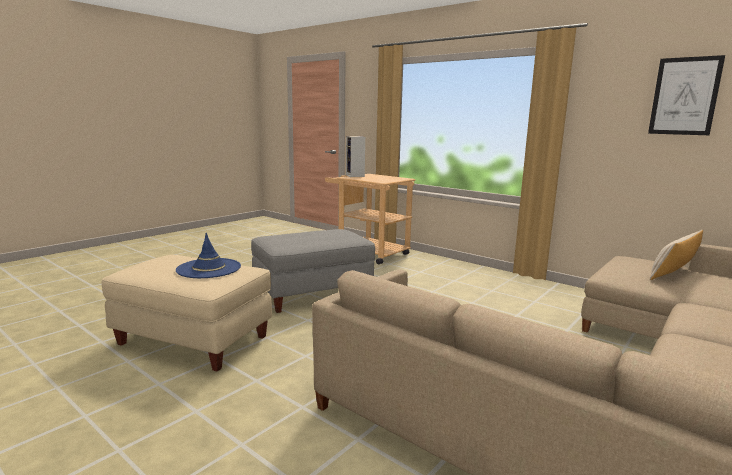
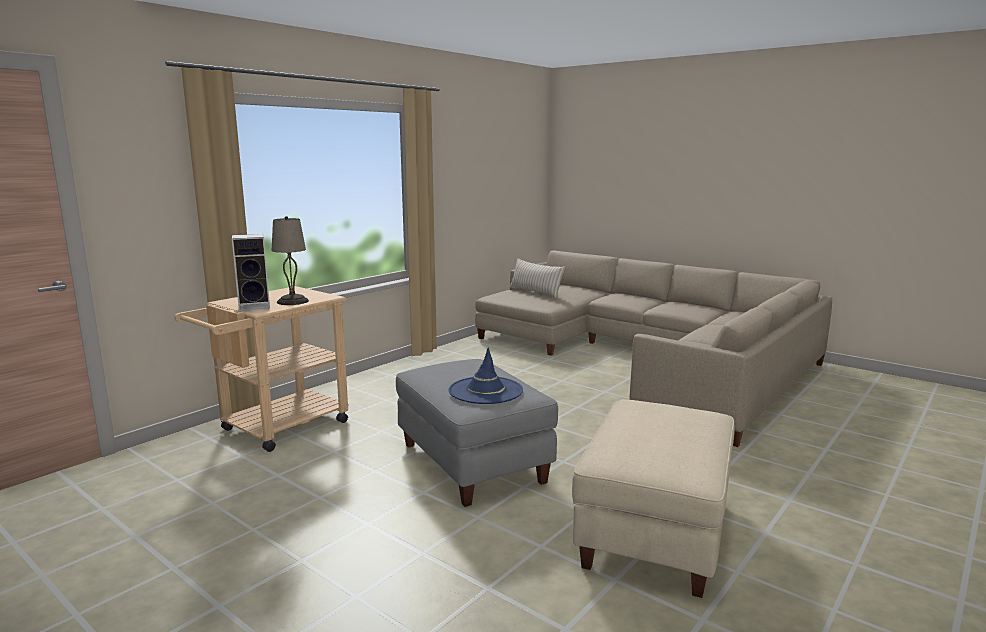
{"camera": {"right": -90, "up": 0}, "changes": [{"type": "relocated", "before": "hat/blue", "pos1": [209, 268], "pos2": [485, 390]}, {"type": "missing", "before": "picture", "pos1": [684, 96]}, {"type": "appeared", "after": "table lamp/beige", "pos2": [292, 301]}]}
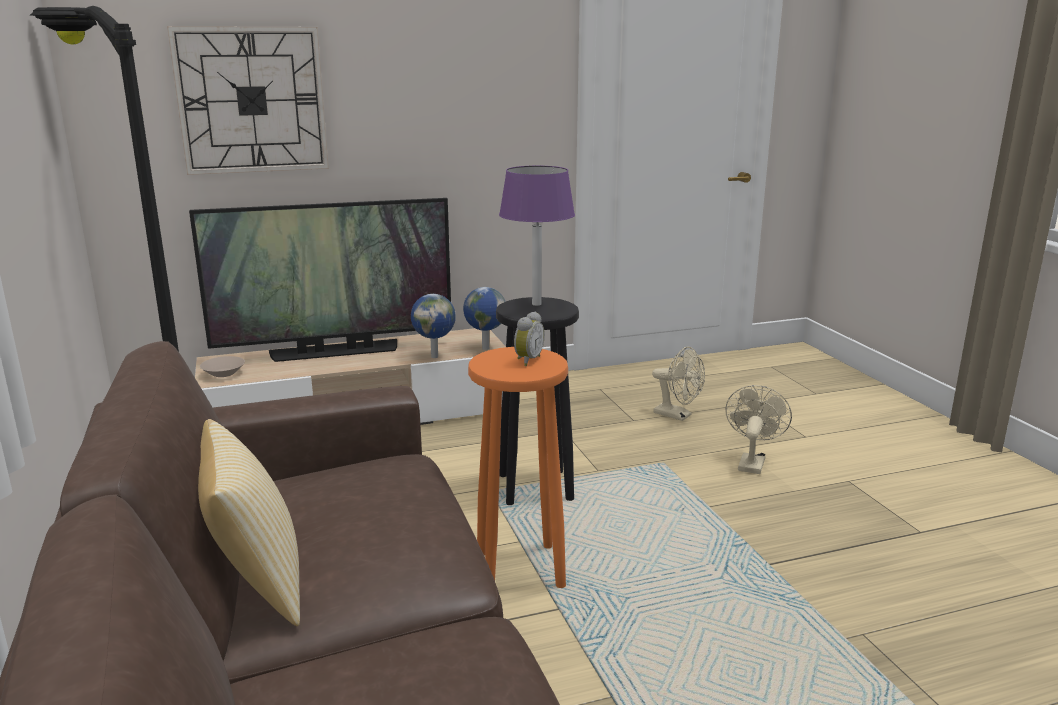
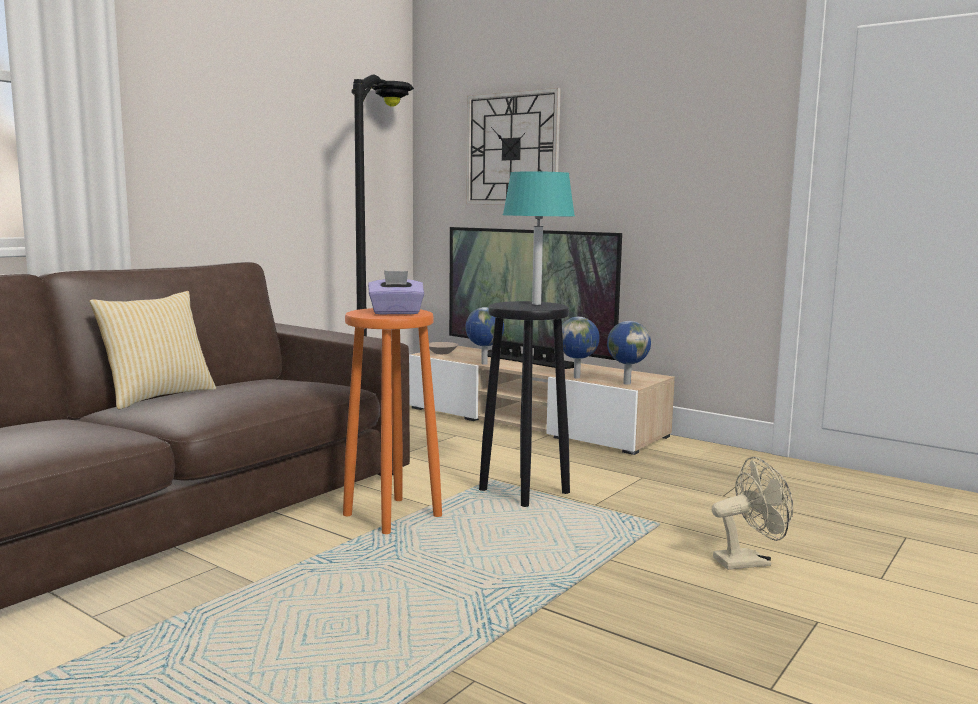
{"camera": {"right": 55, "up": -10}, "changes": [{"type": "colour", "before": "table lamp/purple", "after": "table lamp/turquoise", "pos1": [536, 304], "pos2": [536, 304]}, {"type": "exchanged", "before": "alarm clock", "after": "tissue box/purple", "pos1": [527, 360], "pos2": [396, 313]}, {"type": "missing", "before": "fan/beige", "pos1": [677, 415]}, {"type": "appeared", "after": "globe", "pos2": [483, 364]}]}
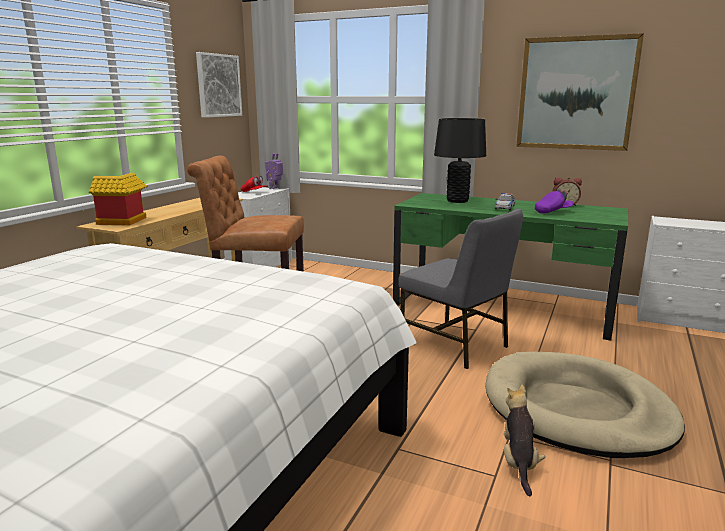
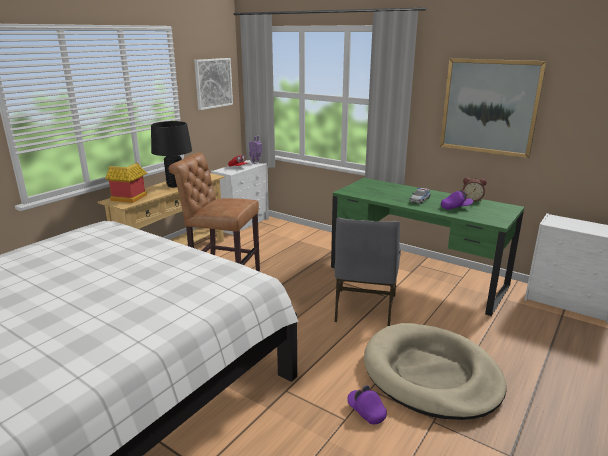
{"camera": {"right": 10, "up": 5}, "changes": [{"type": "spun", "before": "chair/grey", "pos1": [455, 345], "pos2": [364, 308], "turn": 45}, {"type": "relocated", "before": "table lamp/black", "pos1": [457, 201], "pos2": [175, 185]}, {"type": "exchanged", "before": "plush toy", "after": "cap/purple", "pos1": [518, 462], "pos2": [366, 412]}]}
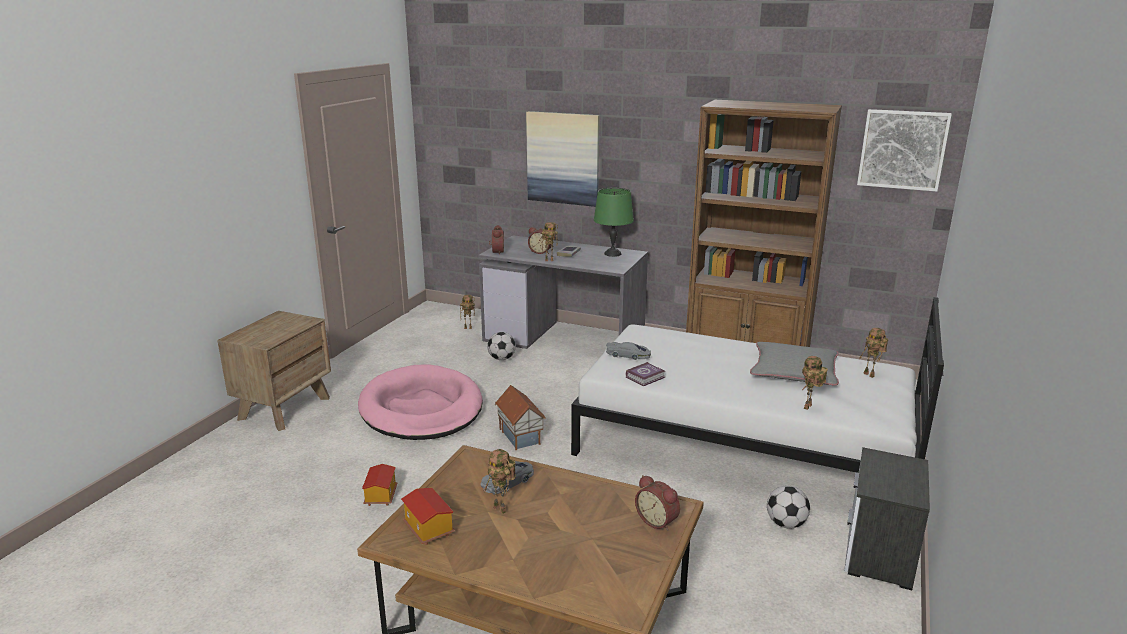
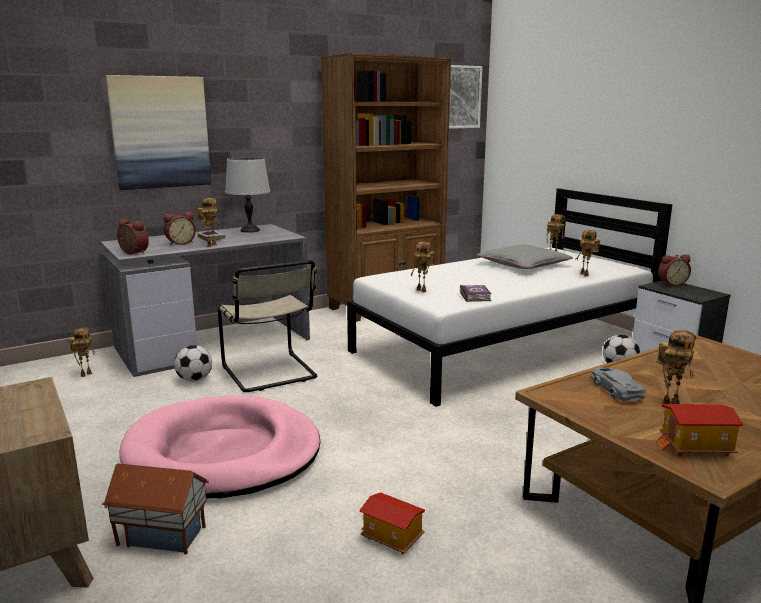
{"camera": {"right": -55, "up": -5}, "changes": [{"type": "relocated", "before": "toy house", "pos1": [521, 435], "pos2": [162, 533]}, {"type": "colour", "before": "table lamp/green", "after": "table lamp/grey", "pos1": [613, 254], "pos2": [250, 230]}, {"type": "exchanged", "before": "toy car/grey", "after": "toy robot", "pos1": [628, 355], "pos2": [423, 291]}, {"type": "relocated", "before": "alarm clock", "pos1": [658, 521], "pos2": [671, 283]}, {"type": "appeared", "after": "chair/beige", "pos2": [270, 373]}]}
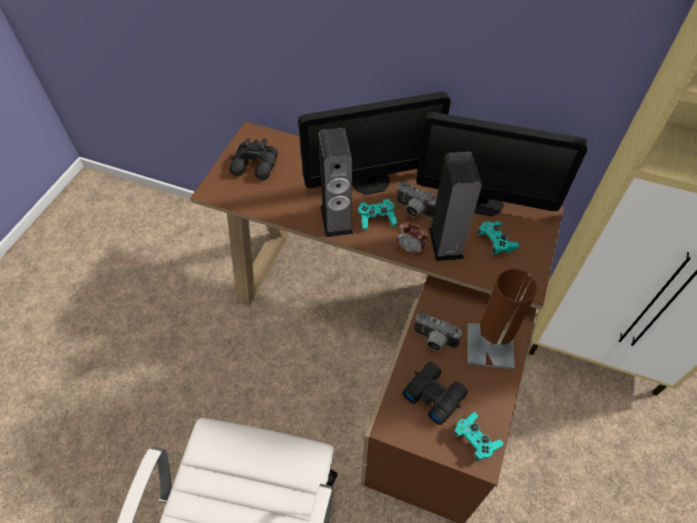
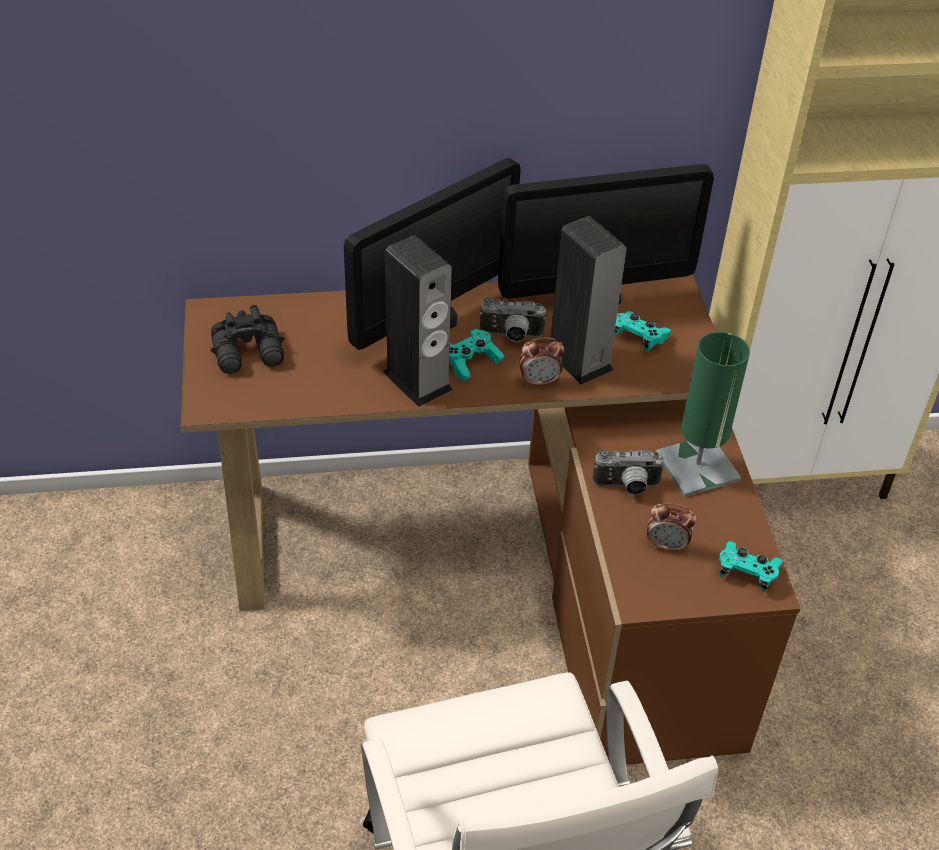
{"camera": {"right": -30, "up": -10}, "changes": [{"type": "exchanged", "before": "binoculars/black", "after": "alarm clock", "pos1": [433, 394], "pos2": [666, 545]}, {"type": "colour", "before": "table lamp/brown", "after": "table lamp/green", "pos1": [489, 346], "pos2": [697, 467]}]}
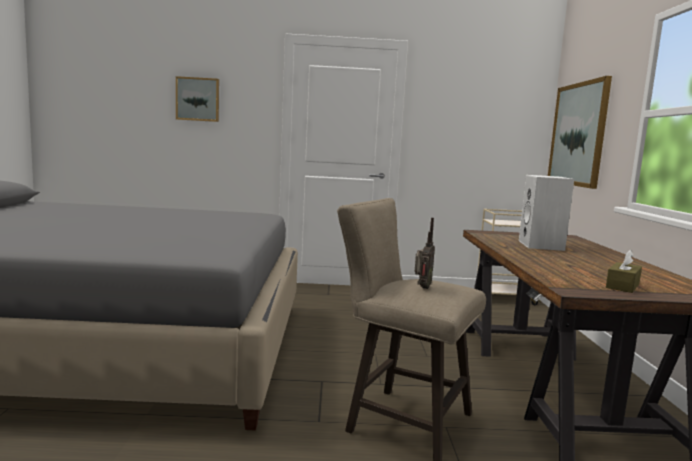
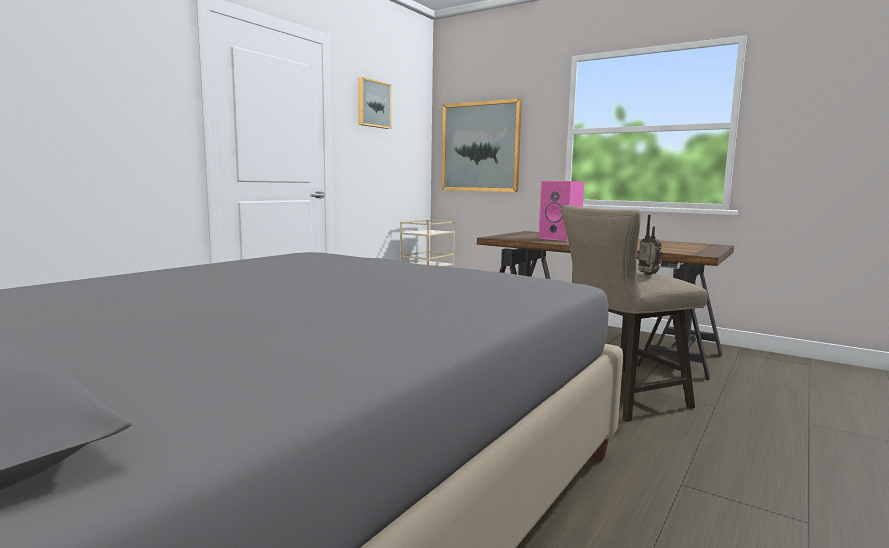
{"camera": {"right": -55, "up": 0}, "changes": [{"type": "relocated", "before": "picture", "pos1": [198, 99], "pos2": [373, 104]}, {"type": "colour", "before": "speaker/white", "after": "speaker/pink", "pos1": [542, 246], "pos2": [561, 238]}, {"type": "missing", "before": "tissue box/brown", "pos1": [622, 286]}]}
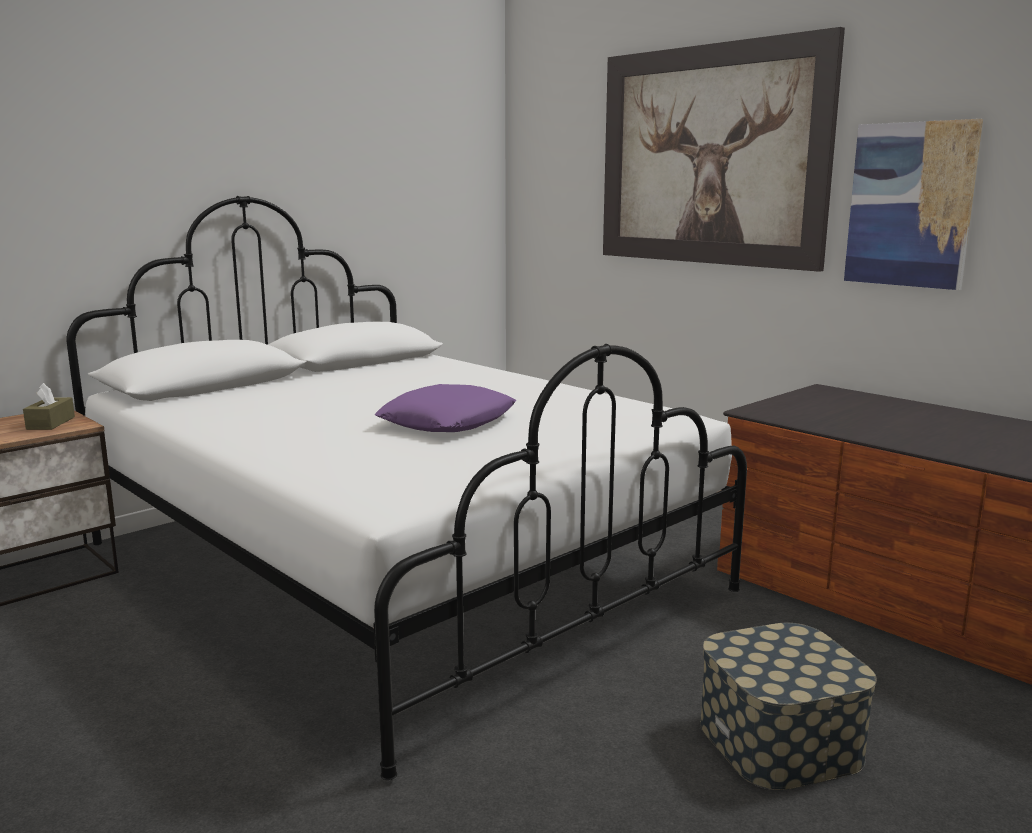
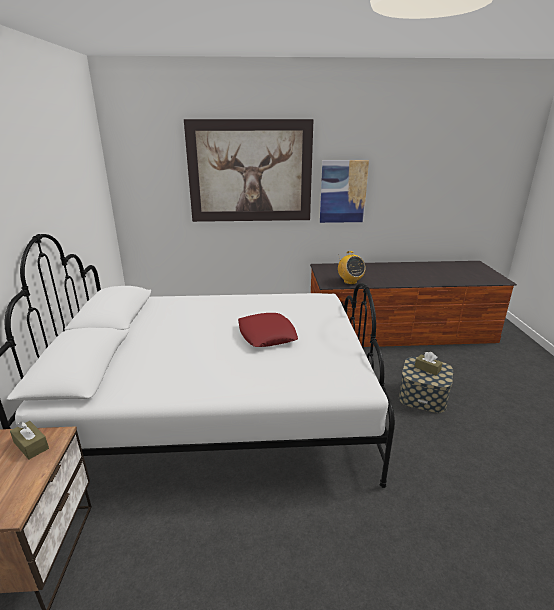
{"camera": {"right": -50, "up": 10}, "changes": [{"type": "colour", "before": "pillow/purple", "after": "pillow/red", "pos1": [448, 421], "pos2": [266, 335]}, {"type": "appeared", "after": "radio", "pos2": [350, 281]}, {"type": "appeared", "after": "tissue box/brown", "pos2": [427, 368]}]}
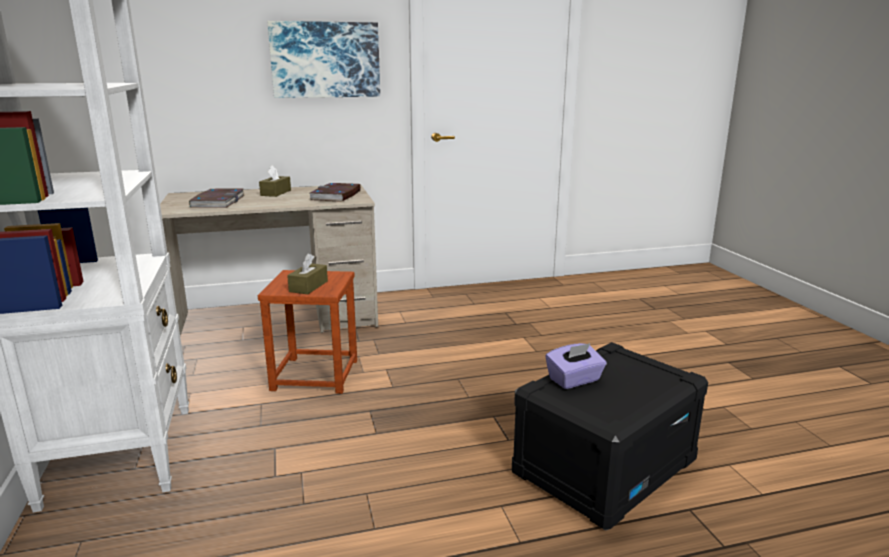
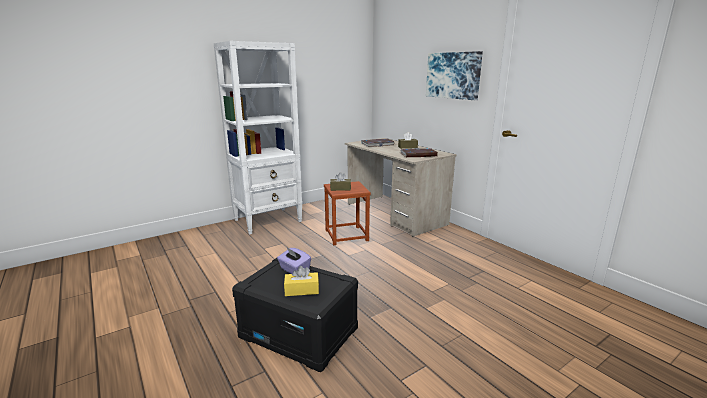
{"camera": {"right": 70, "up": 0}, "changes": [{"type": "appeared", "after": "tissue box/yellow", "pos2": [302, 290]}]}
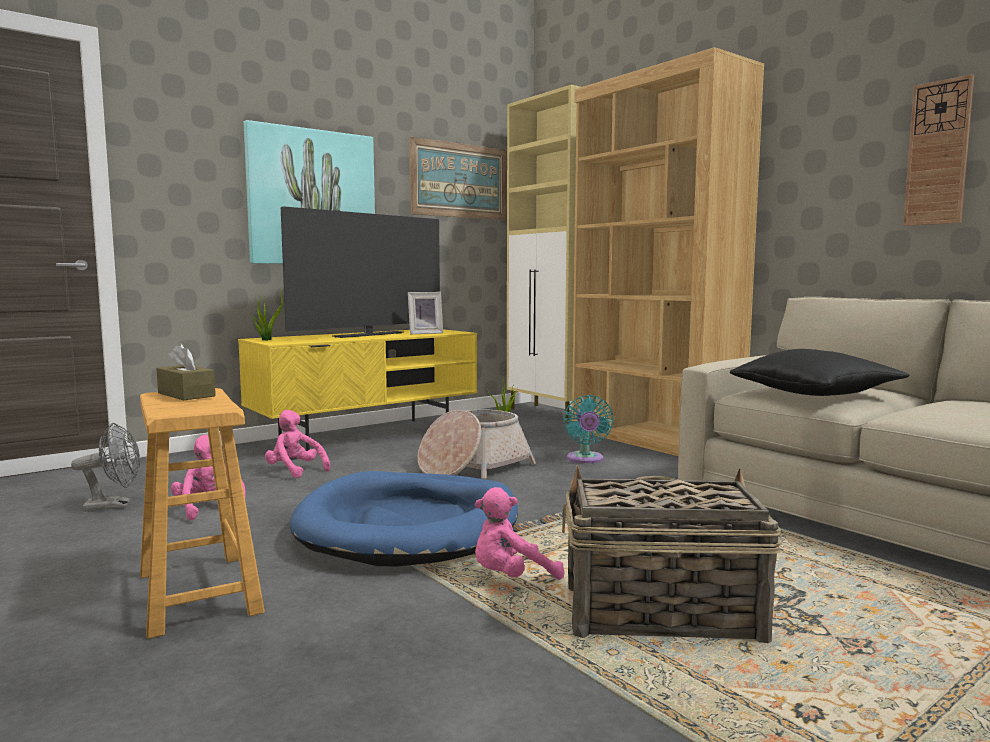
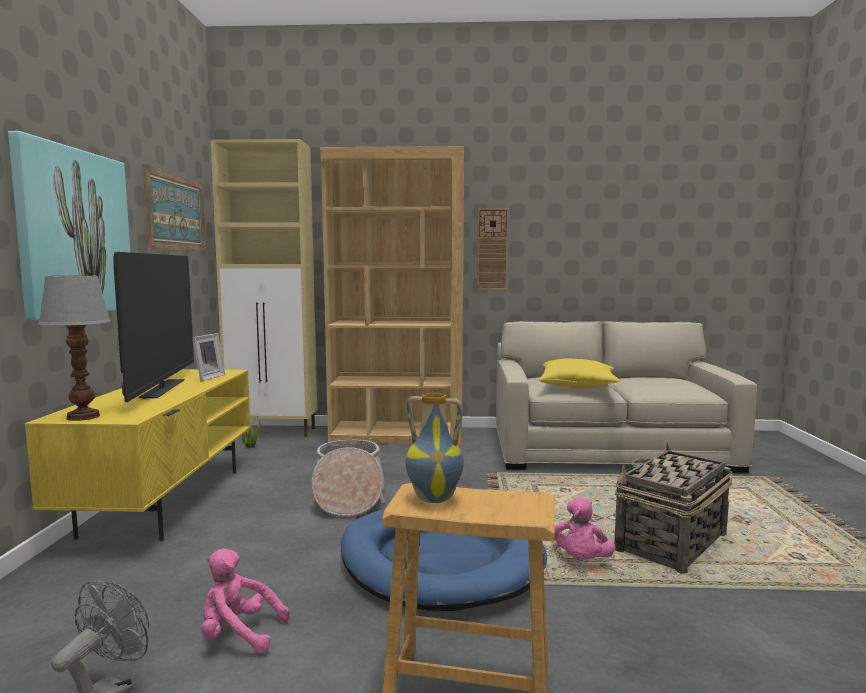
{"camera": {"right": -50, "up": 0}, "changes": [{"type": "exchanged", "before": "tissue box/brown", "after": "vase", "pos1": [186, 394], "pos2": [435, 498]}, {"type": "exchanged", "before": "potted plant", "after": "table lamp", "pos1": [266, 339], "pos2": [82, 417]}, {"type": "missing", "before": "plush toy/pink", "pos1": [295, 471]}, {"type": "missing", "before": "fan/turquoise", "pos1": [585, 459]}, {"type": "colour", "before": "pillow/black", "after": "pillow/yellow", "pos1": [815, 393], "pos2": [577, 386]}, {"type": "relocated", "before": "wall clock", "pos1": [938, 153], "pos2": [492, 249]}]}
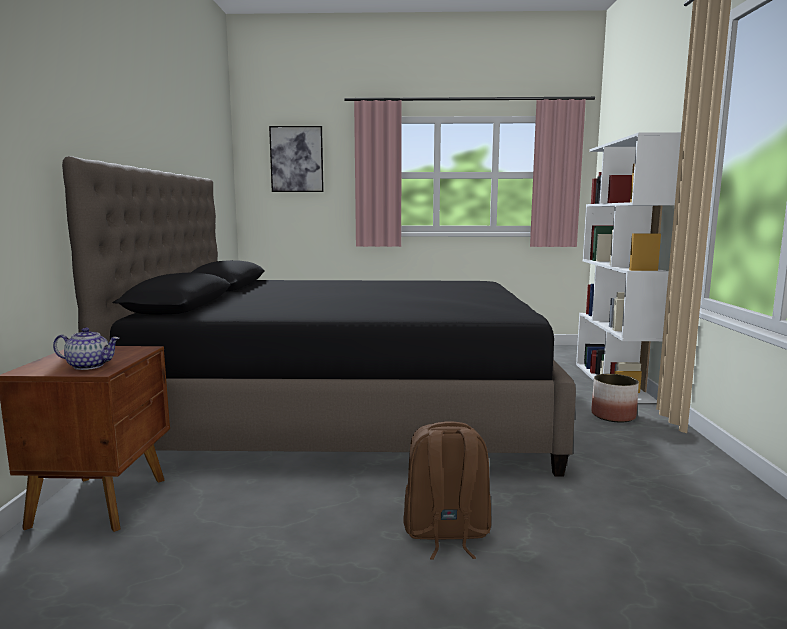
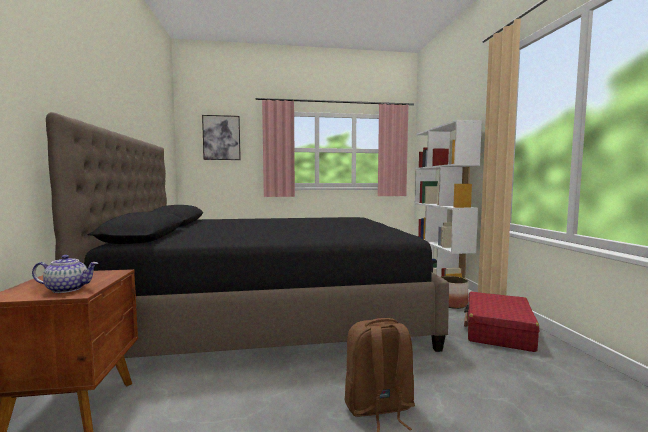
{"camera": {"right": -10, "up": -5}, "changes": [{"type": "appeared", "after": "suitcase/red", "pos2": [498, 331]}]}
